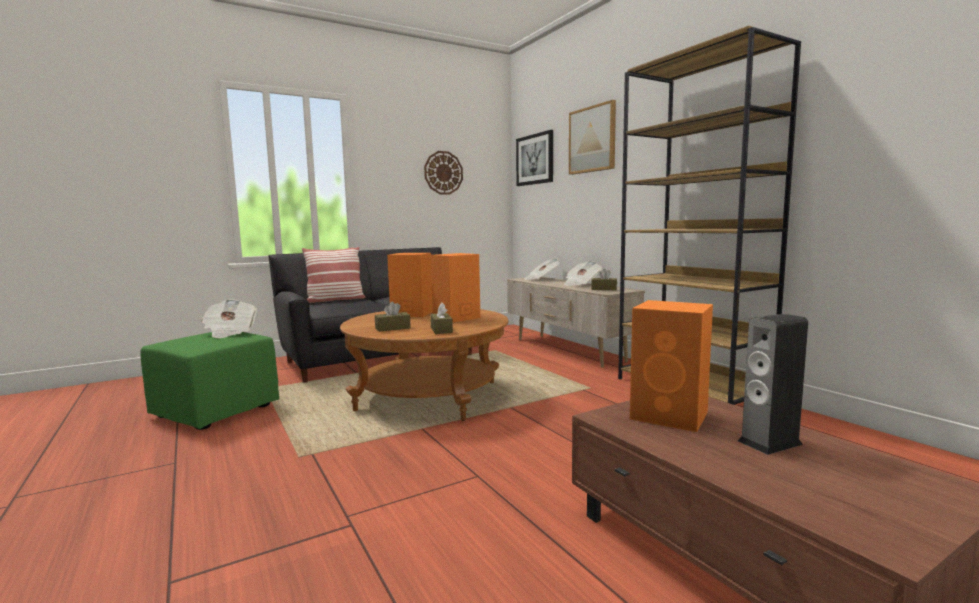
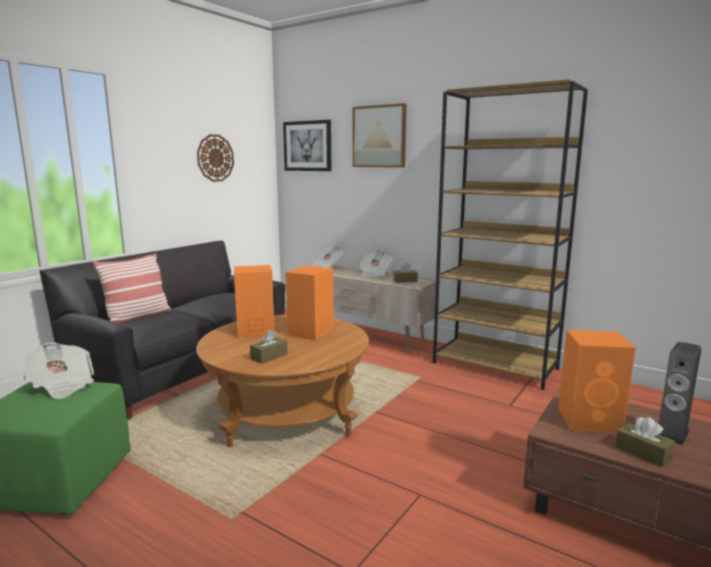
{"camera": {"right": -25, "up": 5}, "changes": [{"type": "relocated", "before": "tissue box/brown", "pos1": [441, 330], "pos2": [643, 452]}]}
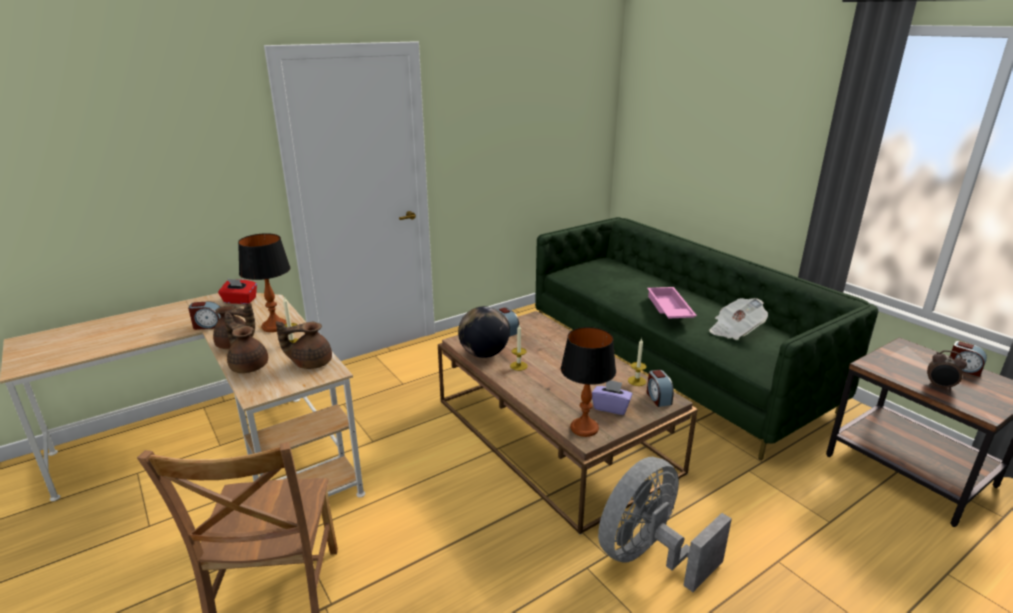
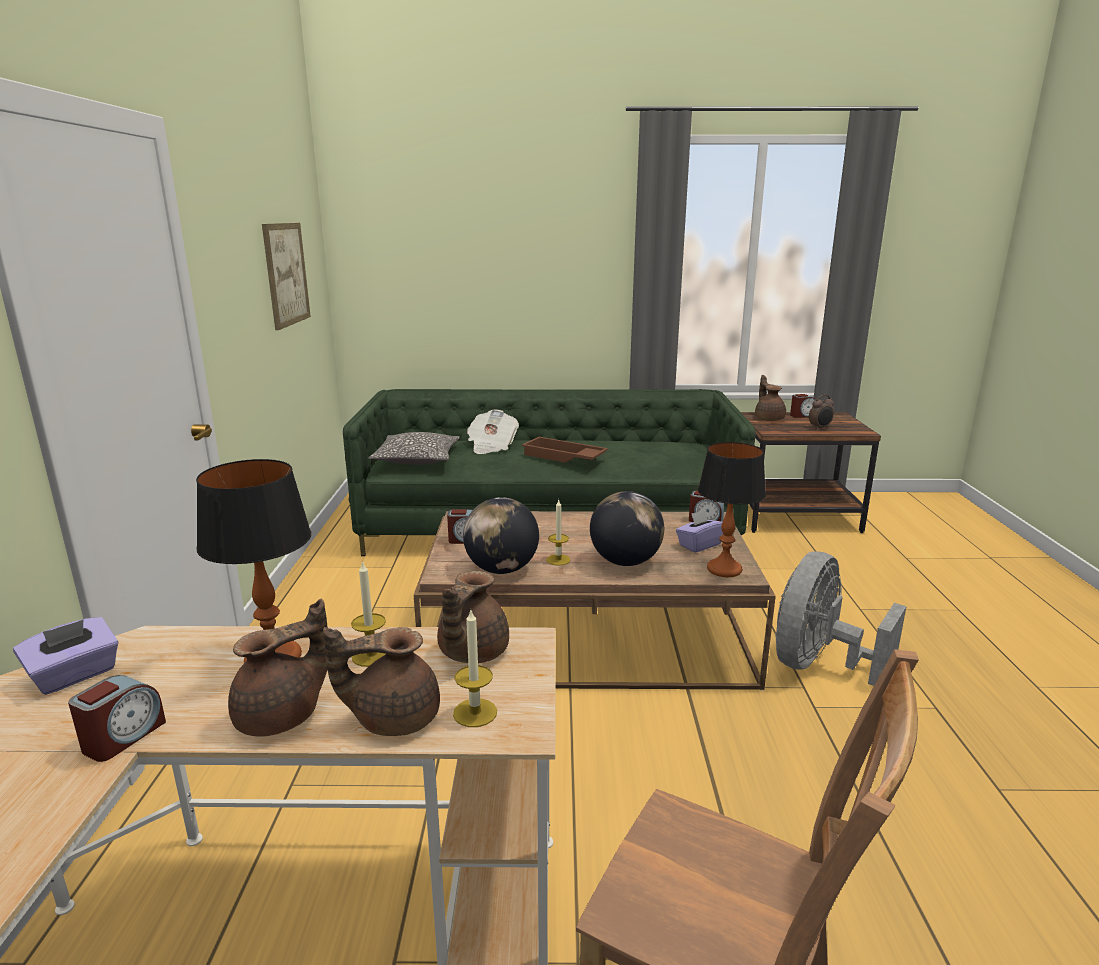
{"camera": {"right": -55, "up": -5}, "changes": [{"type": "colour", "before": "tissue box/red", "after": "tissue box/purple", "pos1": [239, 301], "pos2": [75, 675]}, {"type": "spun", "before": "fan/grey", "pos1": [649, 555], "pos2": [818, 664], "turn": 45}, {"type": "relocated", "before": "candle", "pos1": [637, 381], "pos2": [475, 712]}, {"type": "colour", "before": "tray/pink", "after": "tray/brown", "pos1": [668, 309], "pos2": [563, 457]}, {"type": "relocated", "before": "newspaper", "pos1": [735, 331], "pos2": [491, 446]}, {"type": "appeared", "after": "picture", "pos2": [286, 274]}, {"type": "appeared", "after": "pillow", "pos2": [417, 459]}, {"type": "appeared", "after": "globe", "pos2": [625, 562]}, {"type": "appeared", "after": "teapot/brown", "pos2": [769, 418]}]}
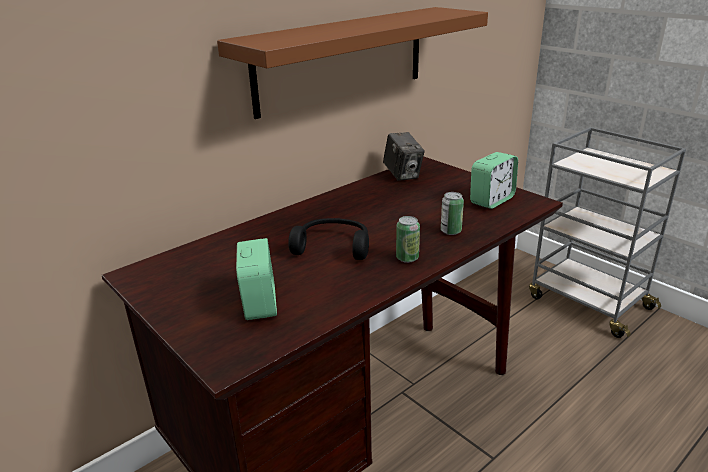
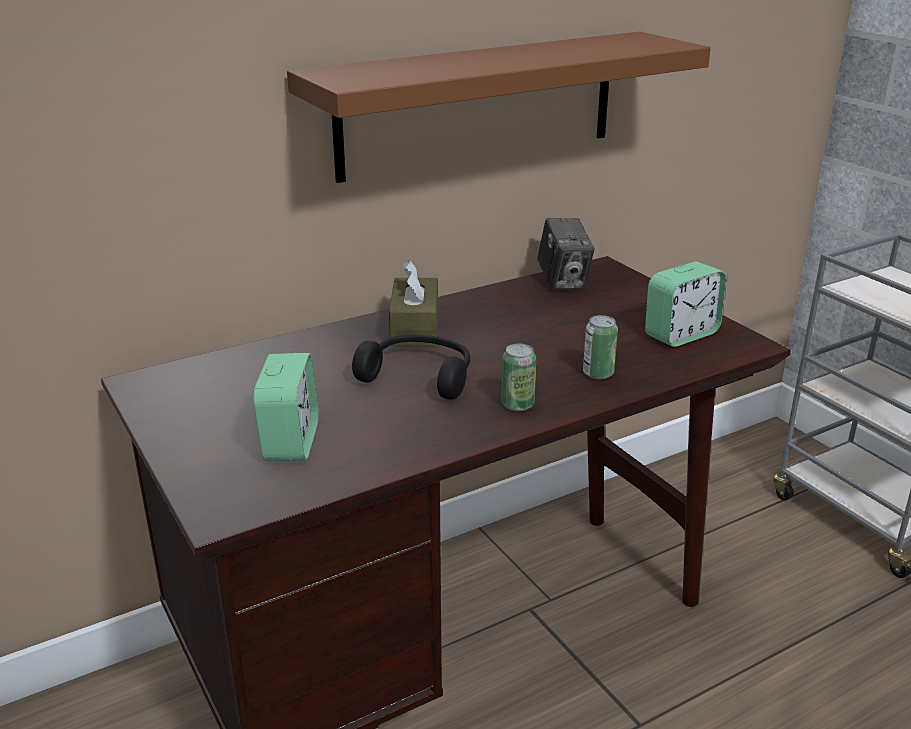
{"camera": {"right": 10, "up": 0}, "changes": [{"type": "appeared", "after": "tissue box/brown", "pos2": [415, 327]}]}
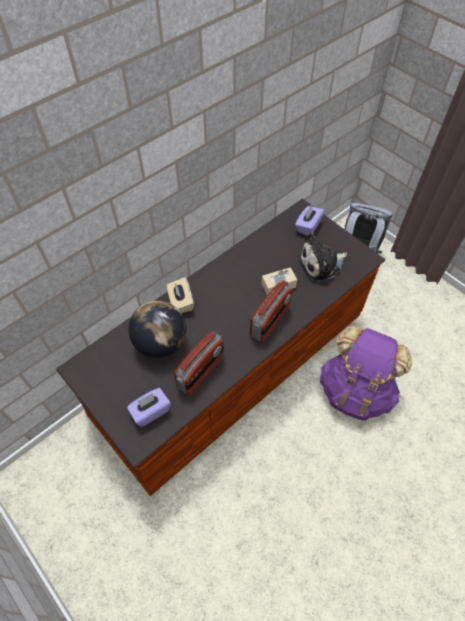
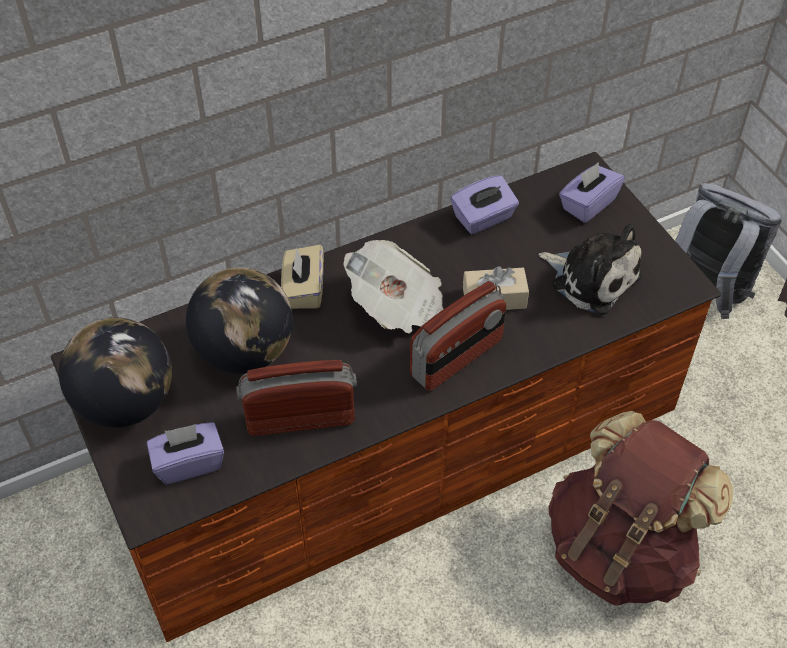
{"camera": {"right": 15, "up": -5}, "changes": [{"type": "spun", "before": "radio", "pos1": [201, 372], "pos2": [300, 418], "turn": -150}, {"type": "spun", "before": "plush toy", "pos1": [322, 264], "pos2": [591, 277], "turn": -135}, {"type": "colour", "before": "backpack/purple", "after": "backpack/brown", "pos1": [355, 391], "pos2": [621, 550]}, {"type": "appeared", "after": "globe", "pos2": [125, 403]}, {"type": "appeared", "after": "newspaper", "pos2": [399, 308]}, {"type": "appeared", "after": "tissue box/purple", "pos2": [483, 218]}]}
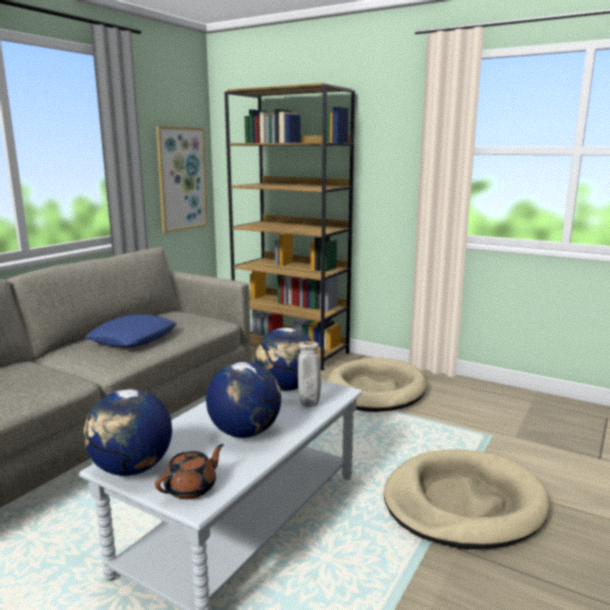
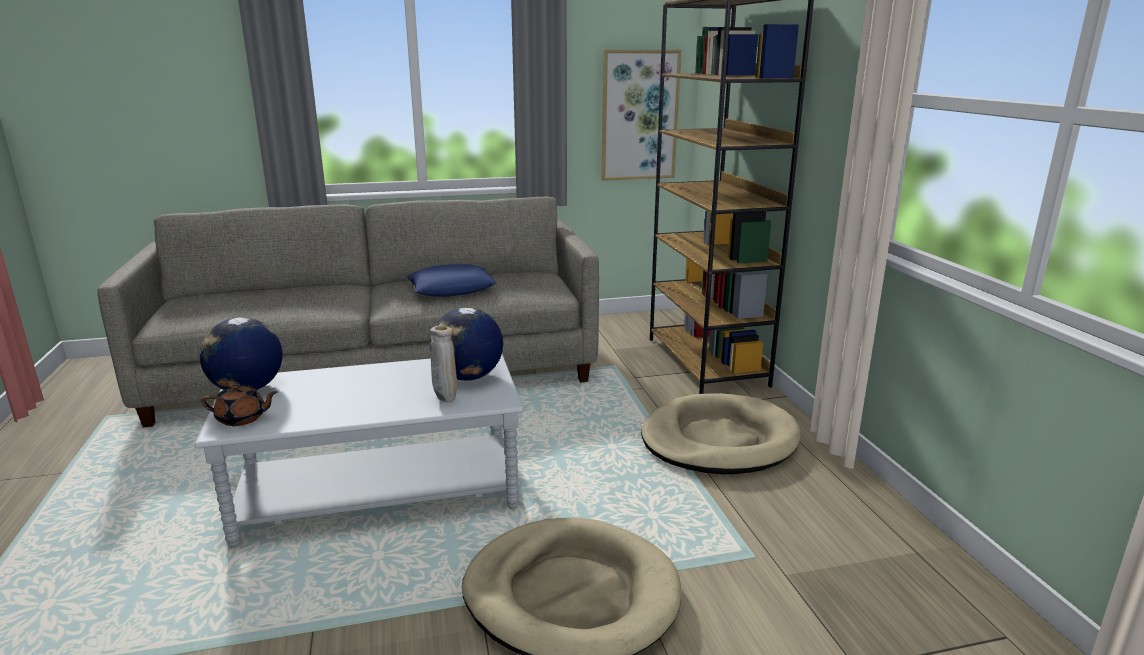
{"camera": {"right": 45, "up": 5}, "changes": [{"type": "missing", "before": "globe", "pos1": [245, 432]}]}
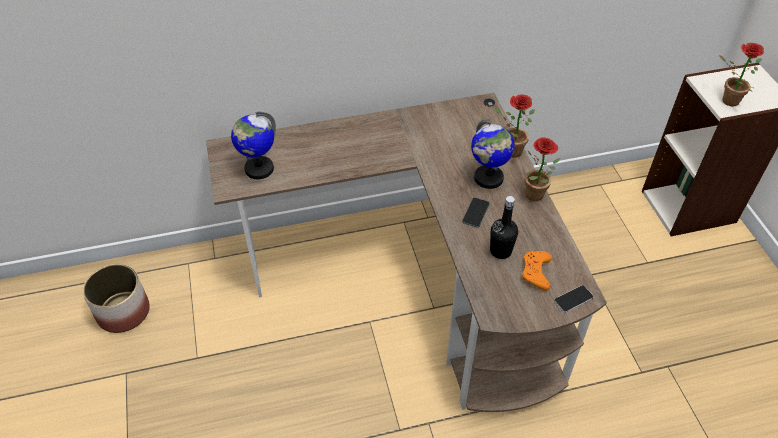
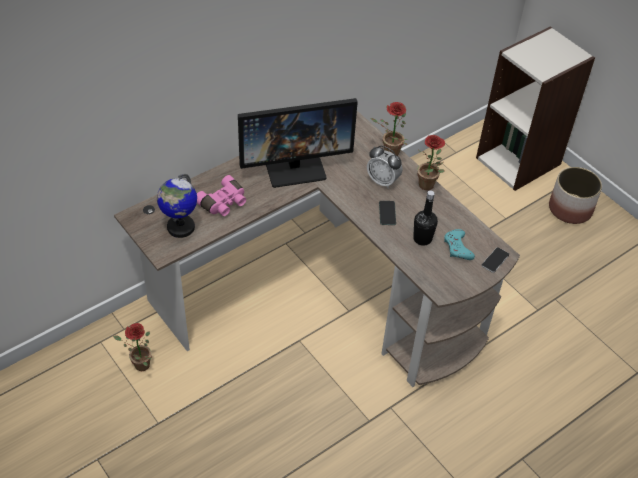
{"camera": {"right": -25, "up": 0}, "changes": [{"type": "relocated", "before": "planter", "pos1": [123, 312], "pos2": [570, 209]}, {"type": "exchanged", "before": "globe", "after": "alarm clock", "pos1": [488, 178], "pos2": [382, 181]}, {"type": "colour", "before": "game controller/orange", "after": "game controller/turquoise", "pos1": [536, 272], "pos2": [457, 248]}, {"type": "relocated", "before": "potted plant", "pos1": [726, 100], "pos2": [138, 365]}, {"type": "appeared", "after": "binoculars/pink", "pos2": [223, 203]}, {"type": "appeared", "after": "monitor", "pos2": [295, 167]}]}
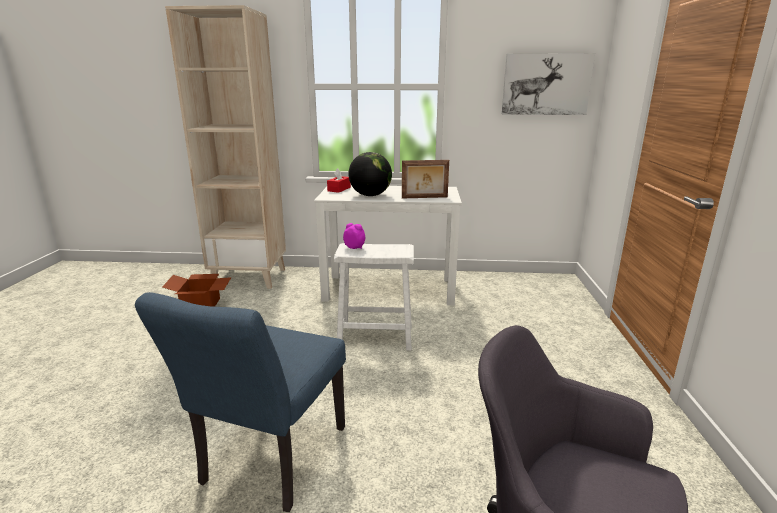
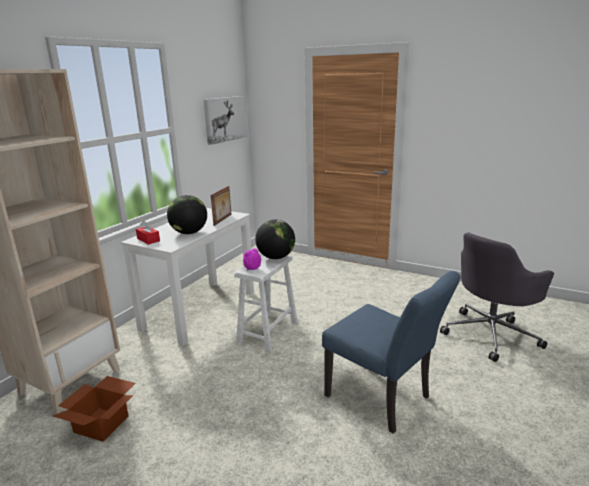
{"camera": {"right": -65, "up": 0}, "changes": [{"type": "appeared", "after": "globe", "pos2": [276, 257]}]}
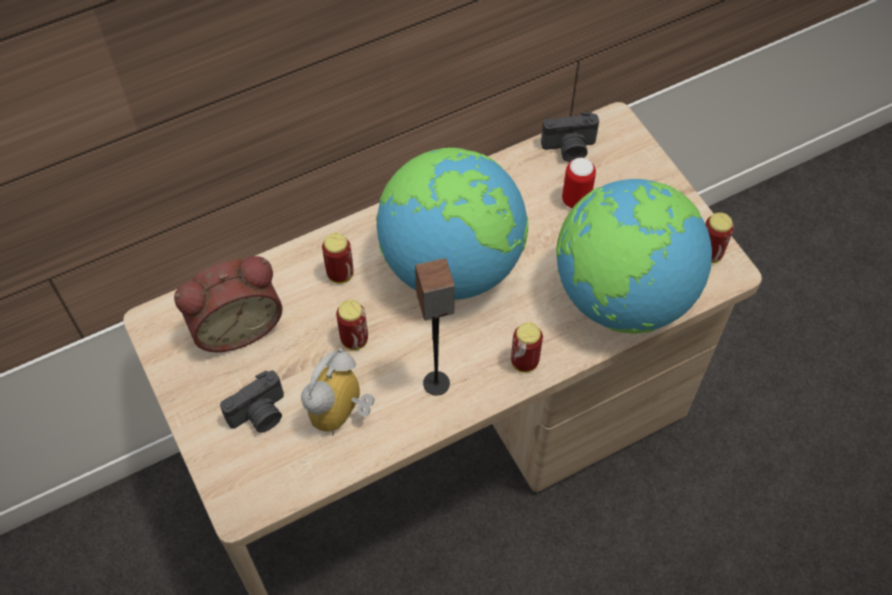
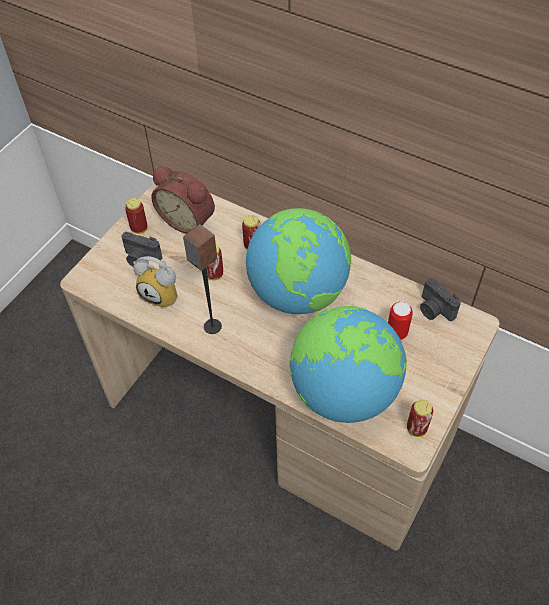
{"camera": {"right": 60, "up": -5}, "changes": [{"type": "spun", "before": "alarm clock", "pos1": [343, 415], "pos2": [163, 294], "turn": -150}, {"type": "relocated", "before": "can", "pos1": [524, 362], "pos2": [139, 229]}]}
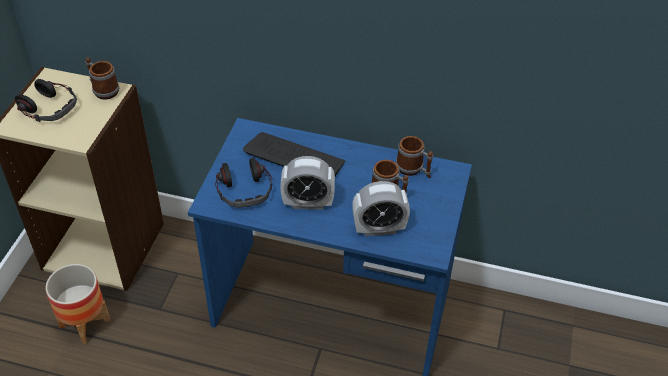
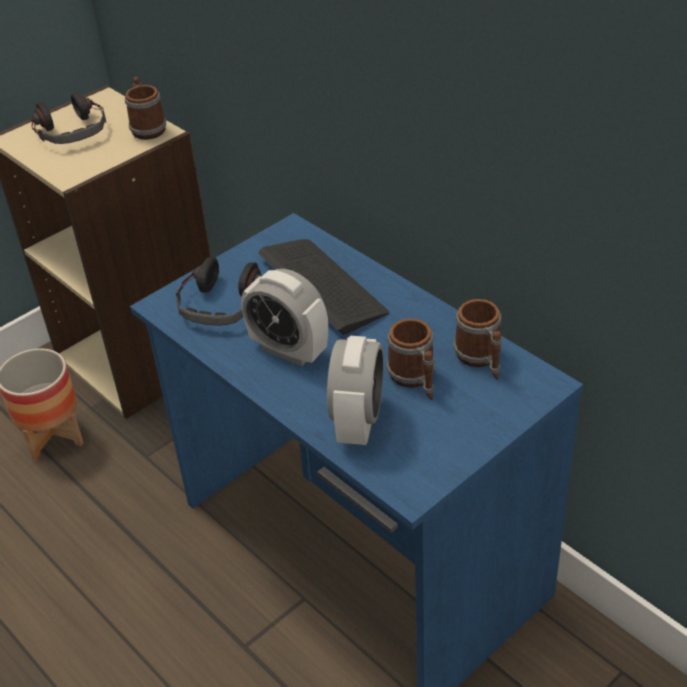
{"camera": {"right": 35, "up": -5}, "changes": [{"type": "spun", "before": "alarm clock", "pos1": [379, 229], "pos2": [358, 422], "turn": -105}]}
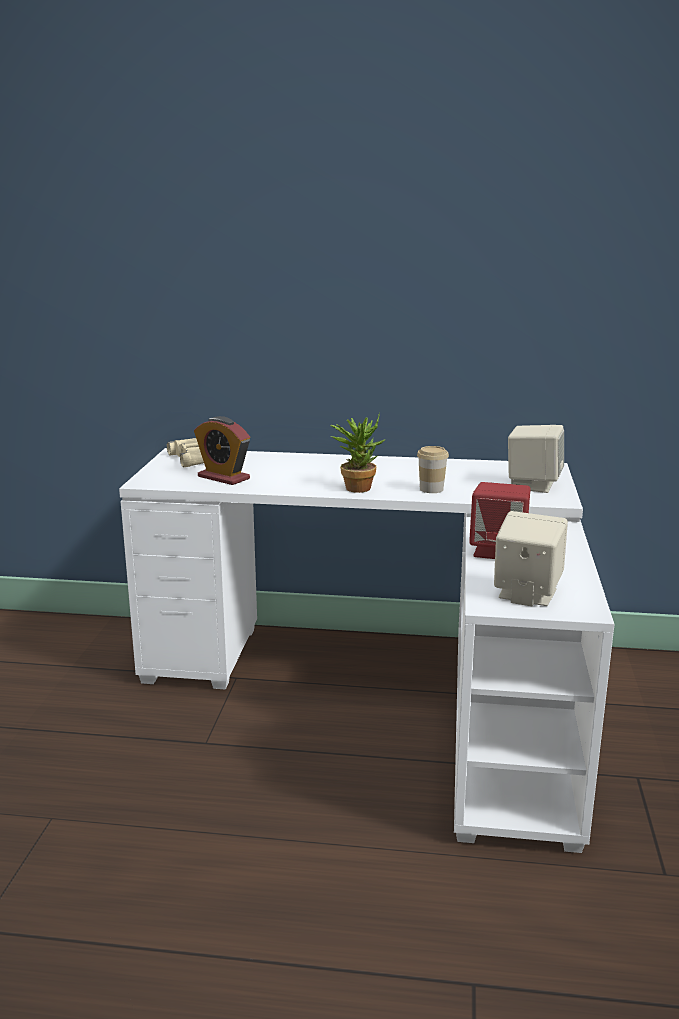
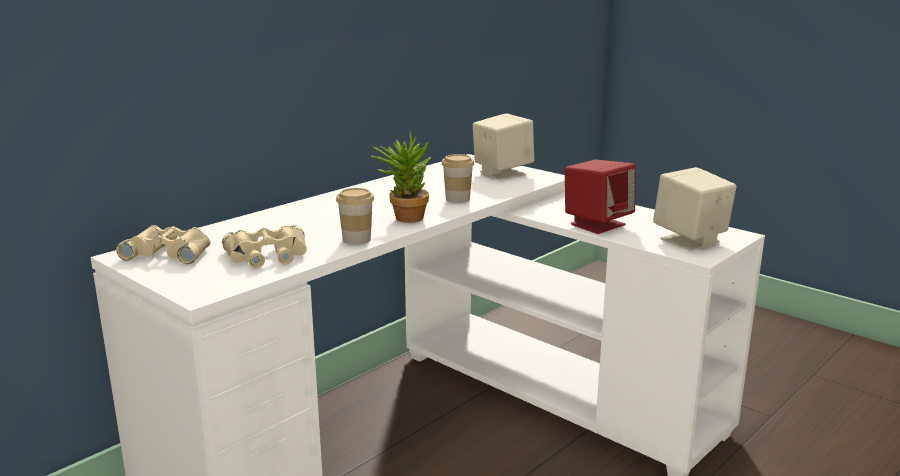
{"camera": {"right": -55, "up": 0}, "changes": [{"type": "exchanged", "before": "alarm clock", "after": "binoculars/beige", "pos1": [223, 477], "pos2": [267, 255]}, {"type": "appeared", "after": "cup", "pos2": [356, 239]}]}
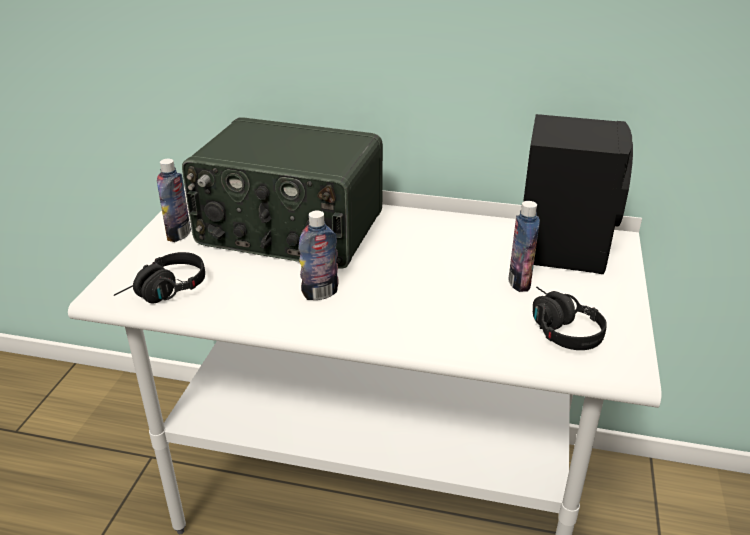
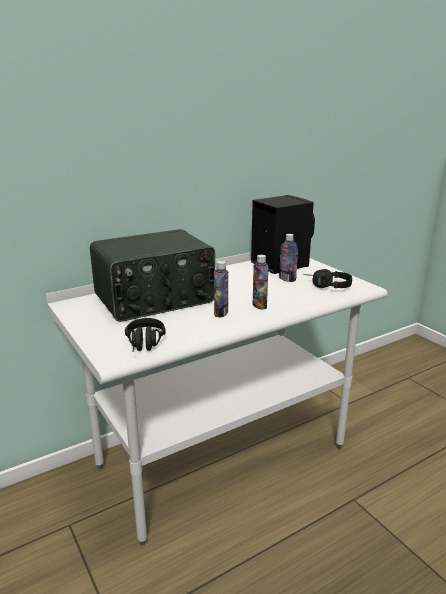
{"camera": {"right": -45, "up": -10}, "changes": [{"type": "relocated", "before": "bottle", "pos1": [179, 234], "pos2": [259, 305]}]}
